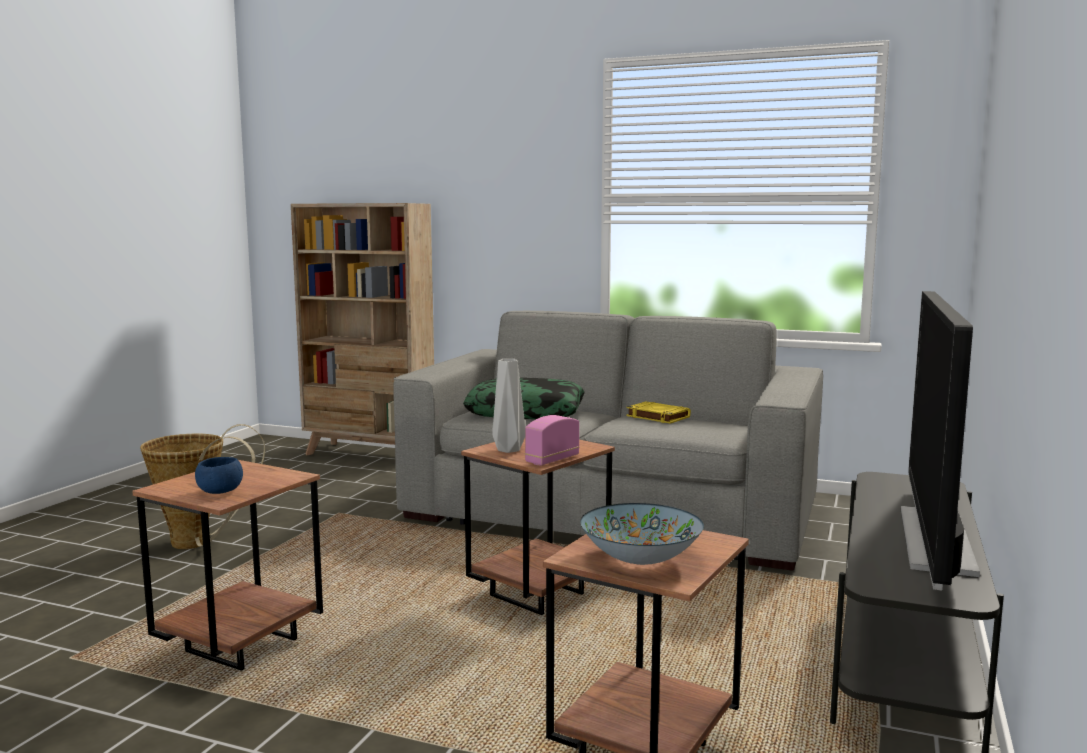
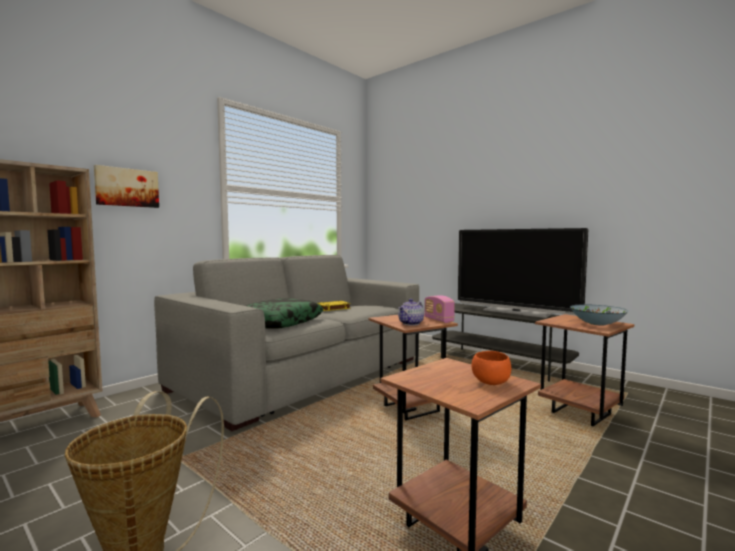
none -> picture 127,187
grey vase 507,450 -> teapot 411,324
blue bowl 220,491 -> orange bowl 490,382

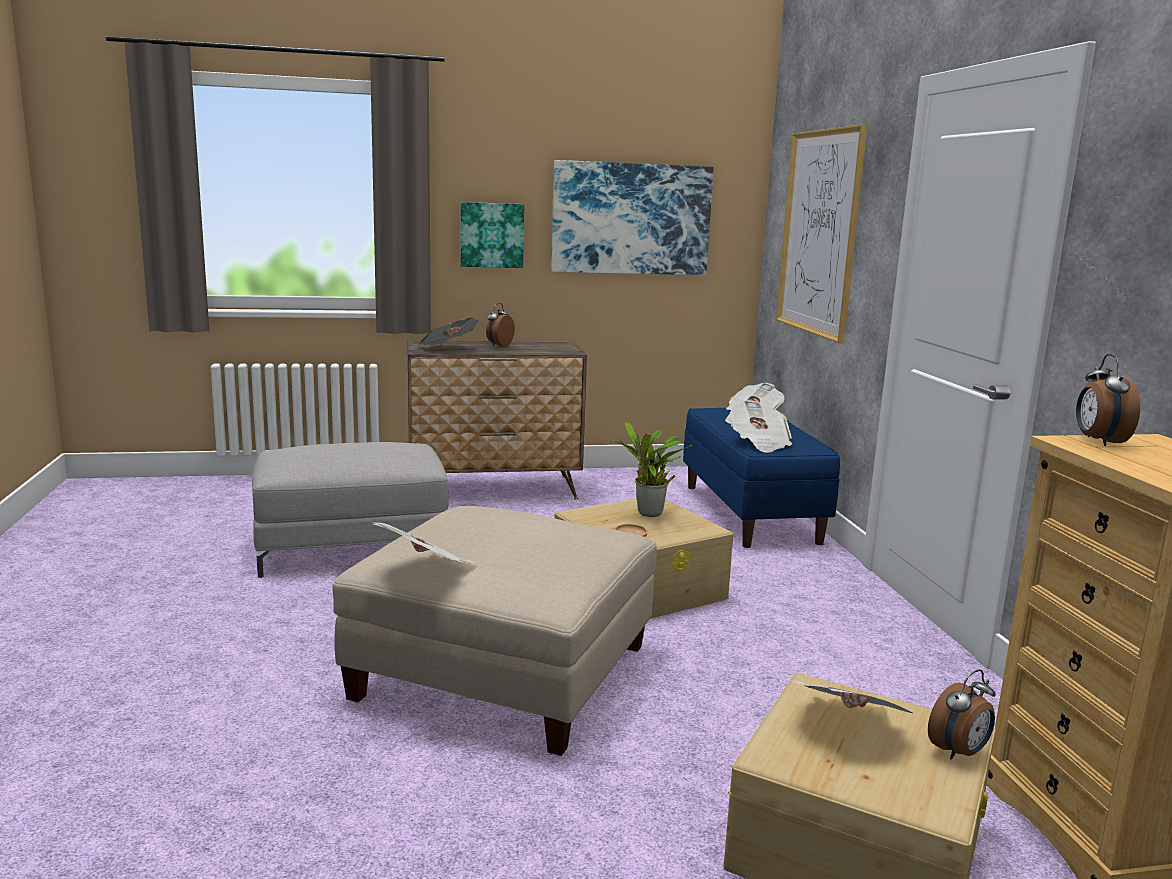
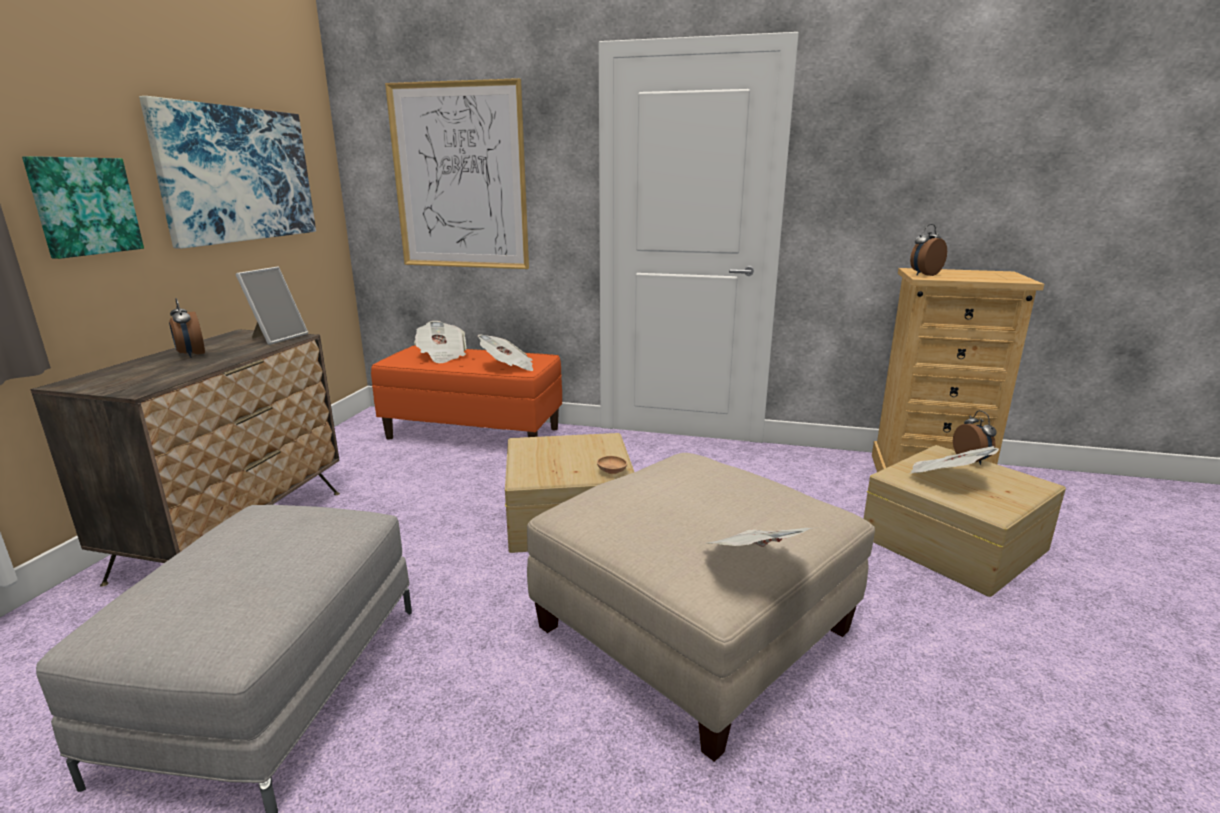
newspaper 448,348 -> none
potted plant 648,514 -> none
none -> picture frame 277,338
blue bench 751,513 -> orange bench 474,433
alarm clock 1098,441 -> alarm clock 923,275, 120 degrees clockwise

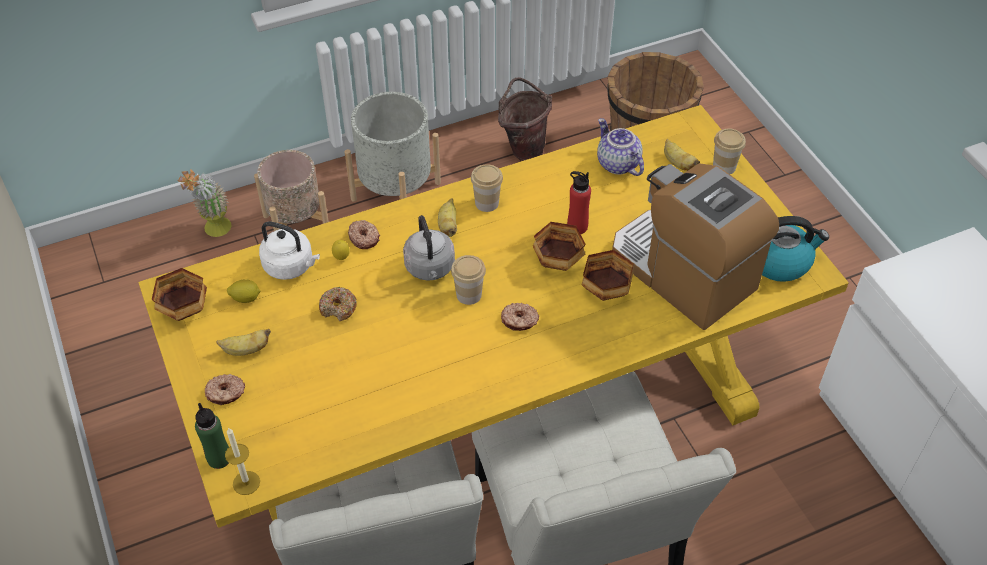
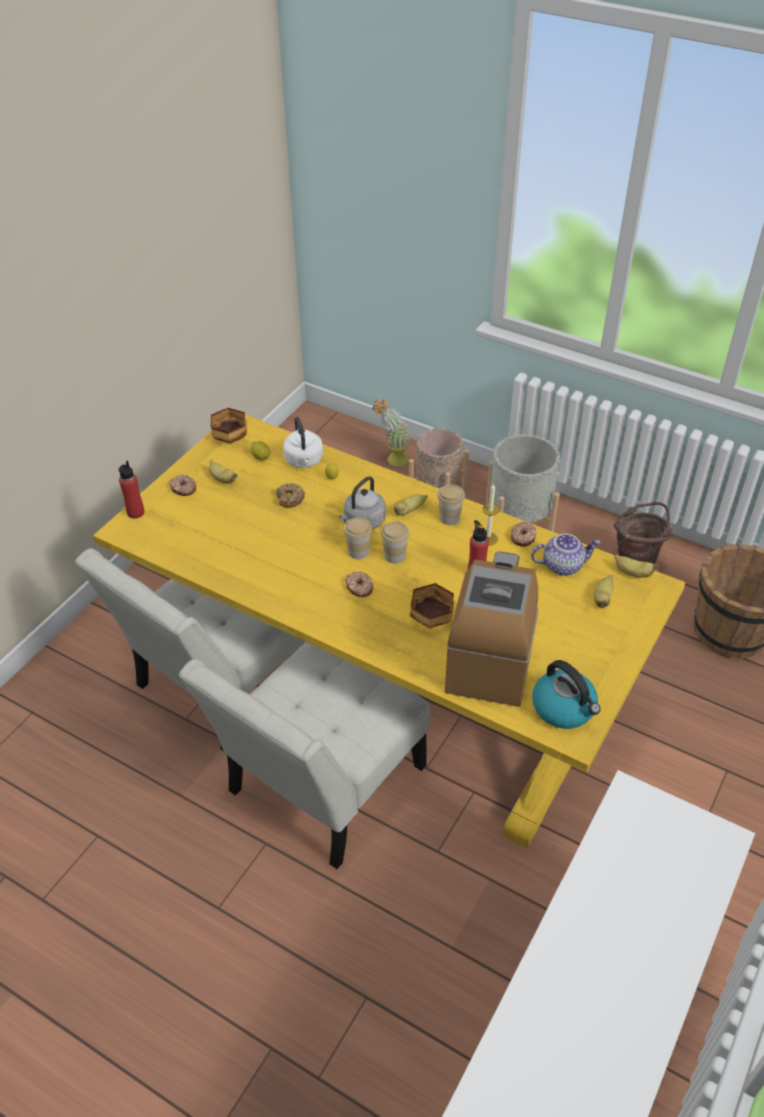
bowl 556,260 -> none
none -> banana 632,573
candle 246,483 -> candle 488,538, shifted
donut 364,238 -> donut 523,537, shifted
cup 724,167 -> cup 395,556, shifted
green bottle 219,458 -> red bottle 135,512
teapot 617,164 -> teapot 562,565, 60 degrees clockwise

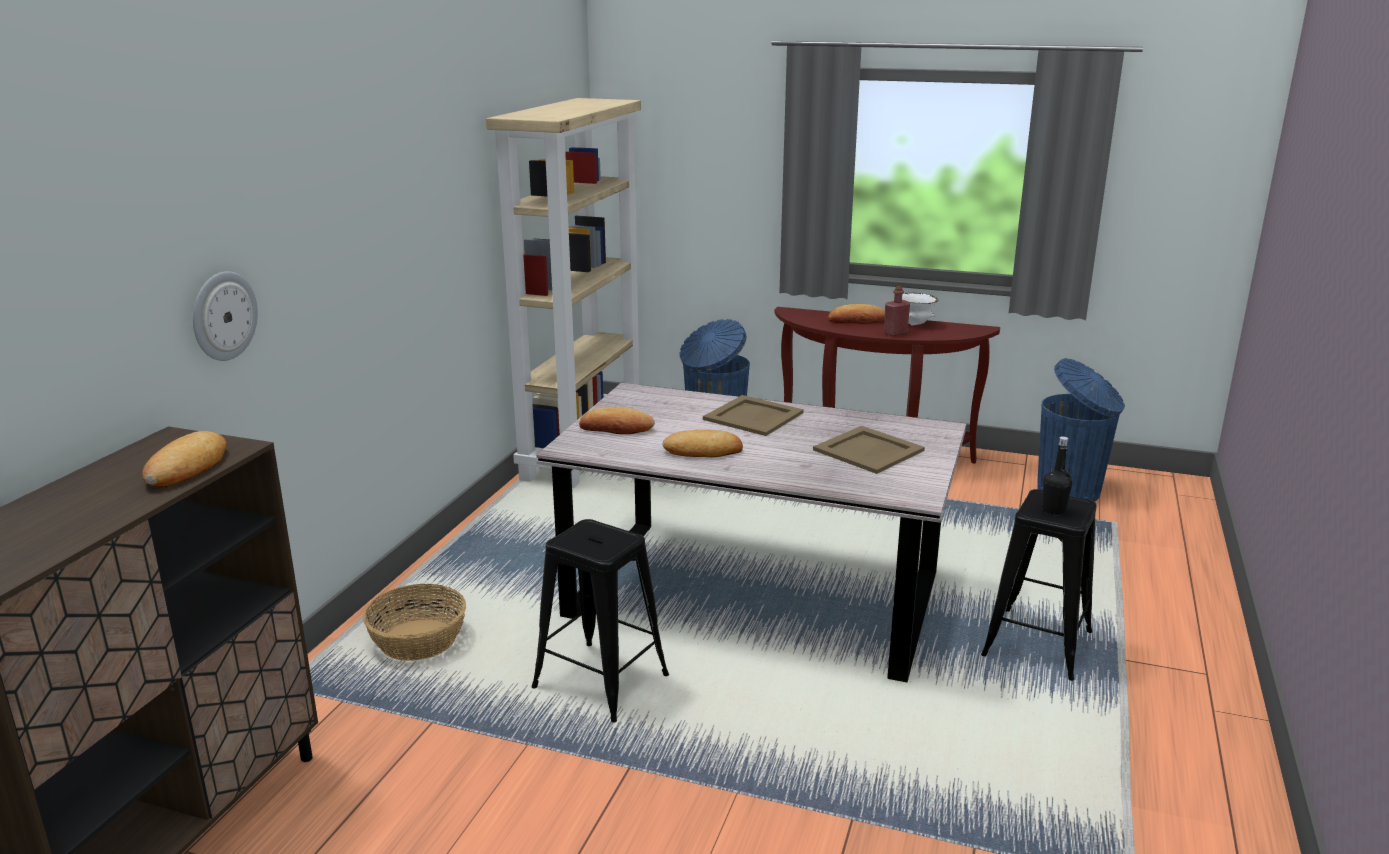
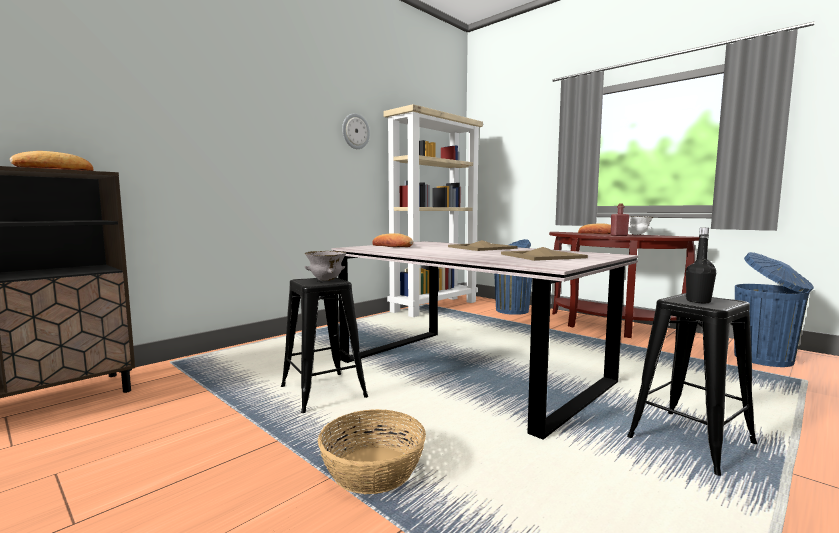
bread 703,450 -> none
none -> grey bowl 326,280
wall clock 223,316 -> wall clock 355,131, shifted
basket 417,640 -> basket 372,470, shifted

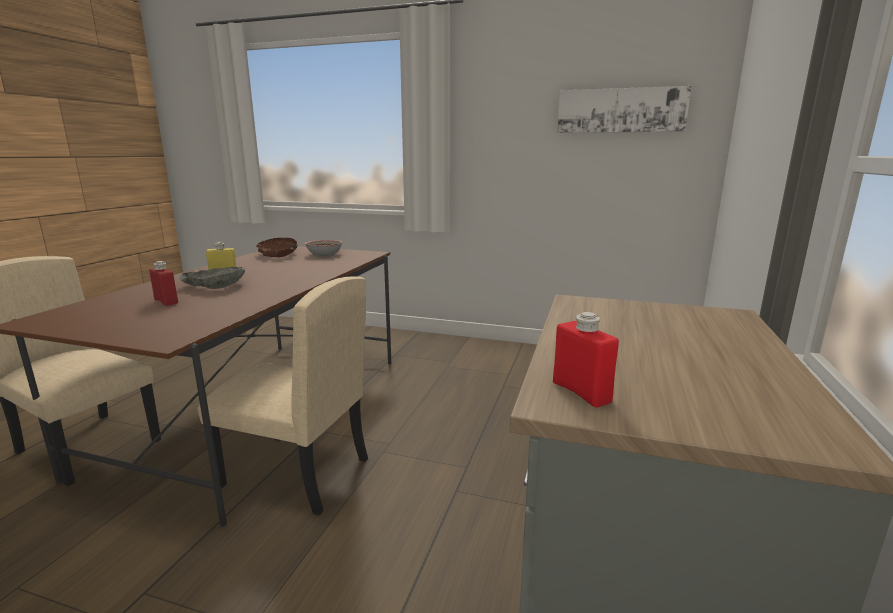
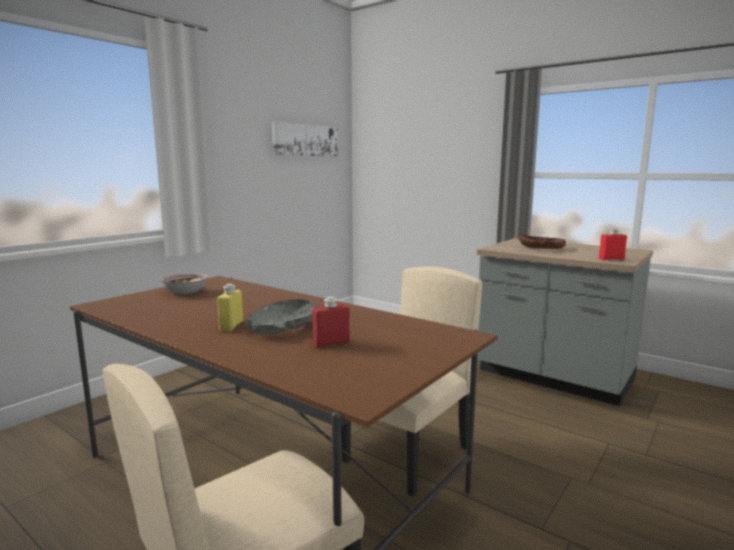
brown bowl 278,255 -> brown bowl 540,249, shifted

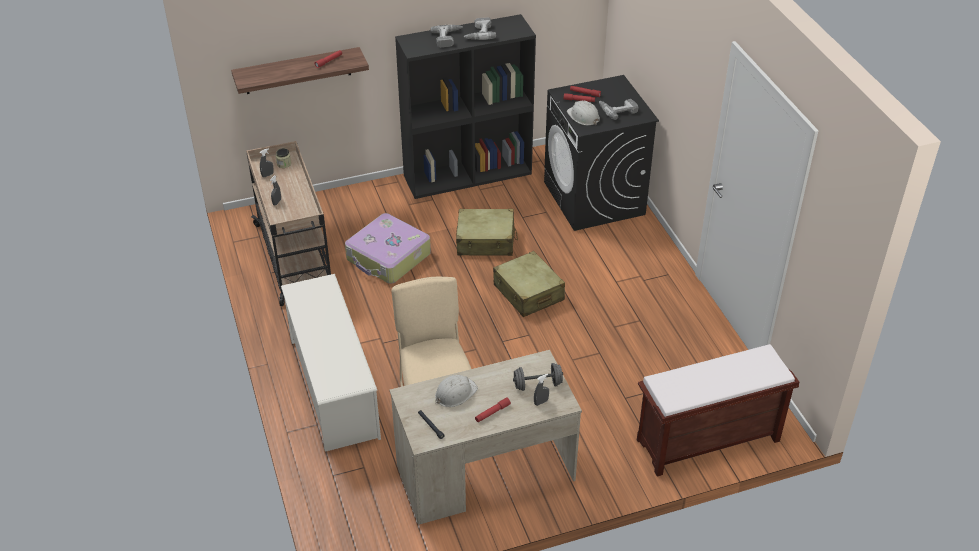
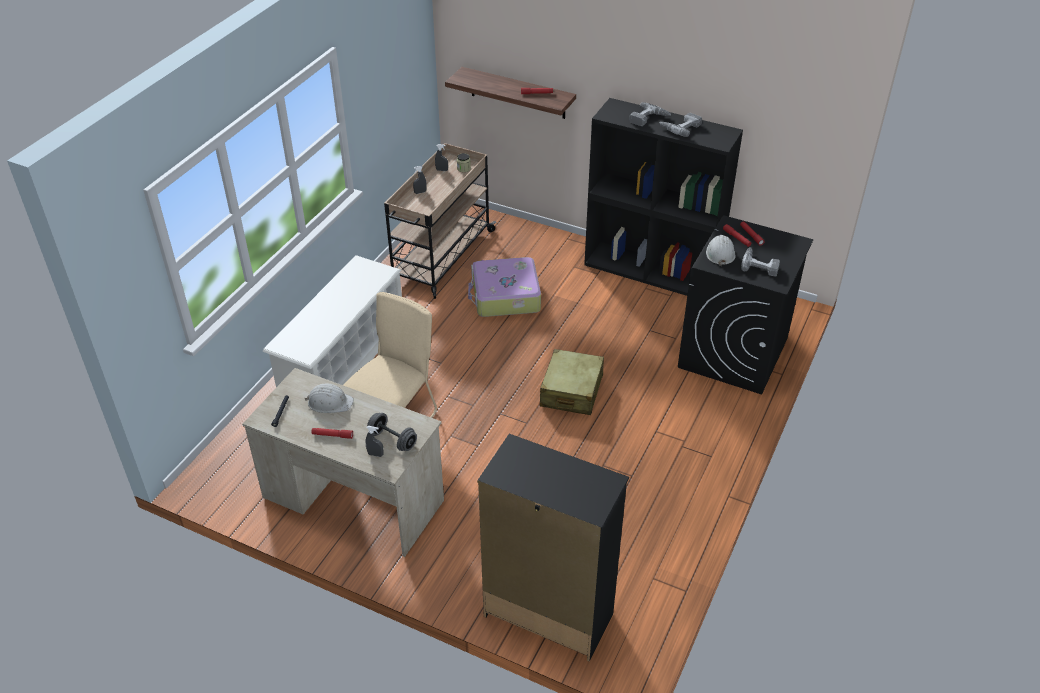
beige suitcase 486,241 -> none
brown bench 707,441 -> black dresser 548,613

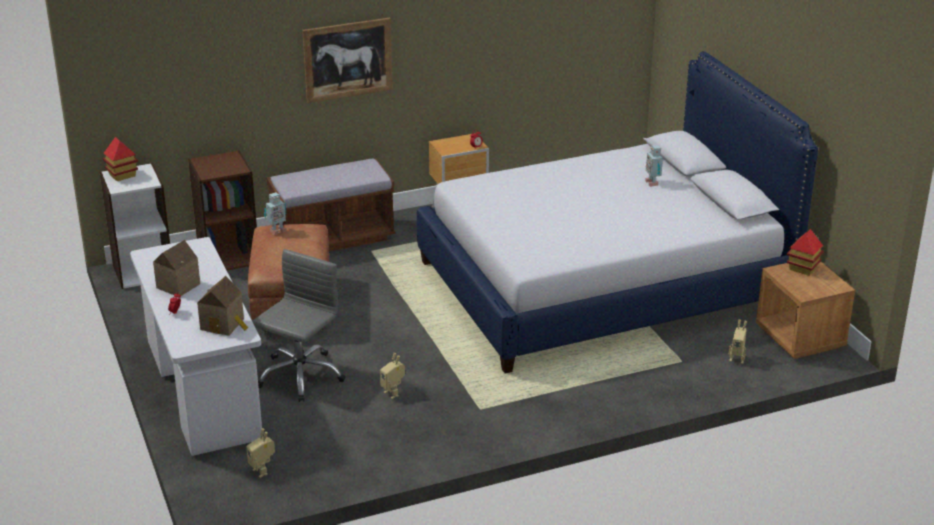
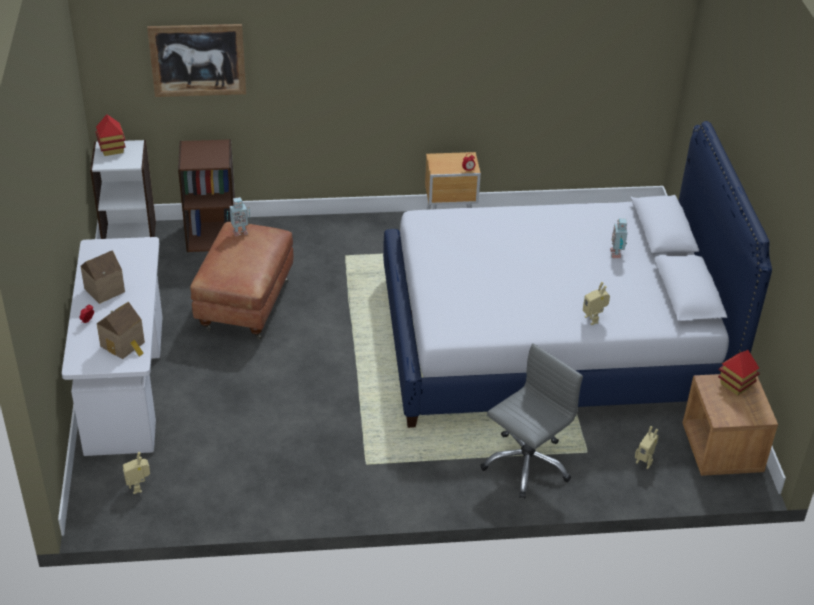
brown bench 333,238 -> none
grey office chair 300,375 -> grey office chair 526,464, shifted
picture 348,59 -> picture 197,60, shifted
toy robot 393,393 -> toy robot 593,319, shifted

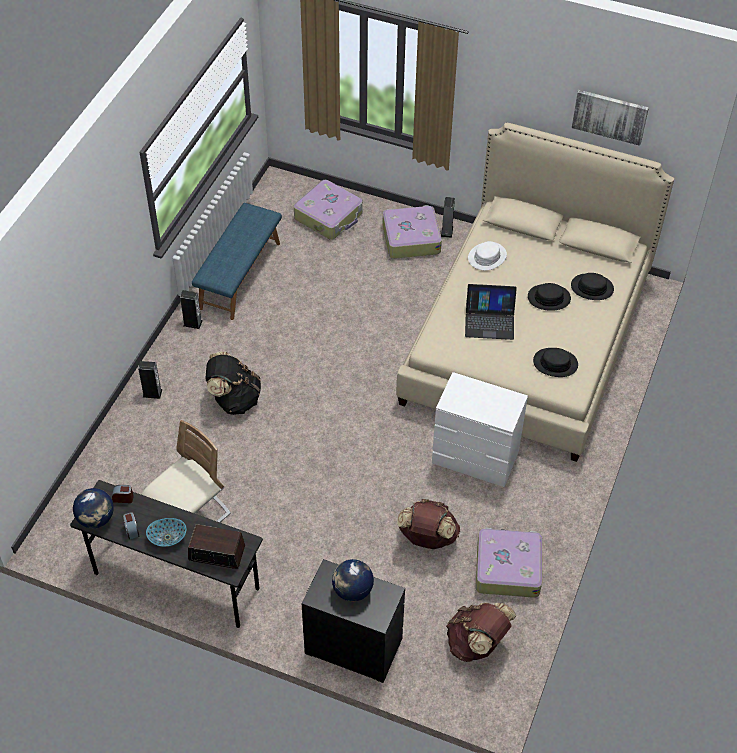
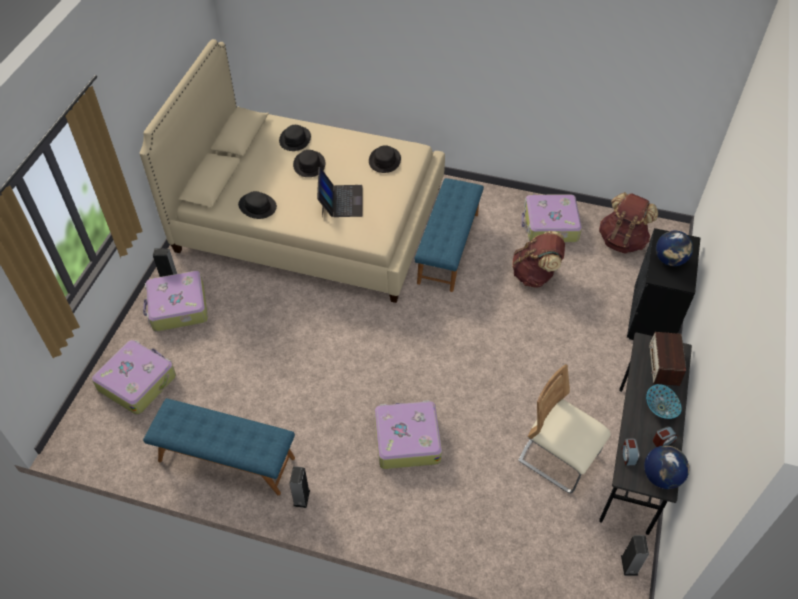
picture 610,116 -> none
speaker 152,393 -> speaker 629,565, shifted
black backpack 234,399 -> suitcase 406,439
white dresser 475,458 -> blue bench 447,247
white hat 487,257 -> black hat 257,206

